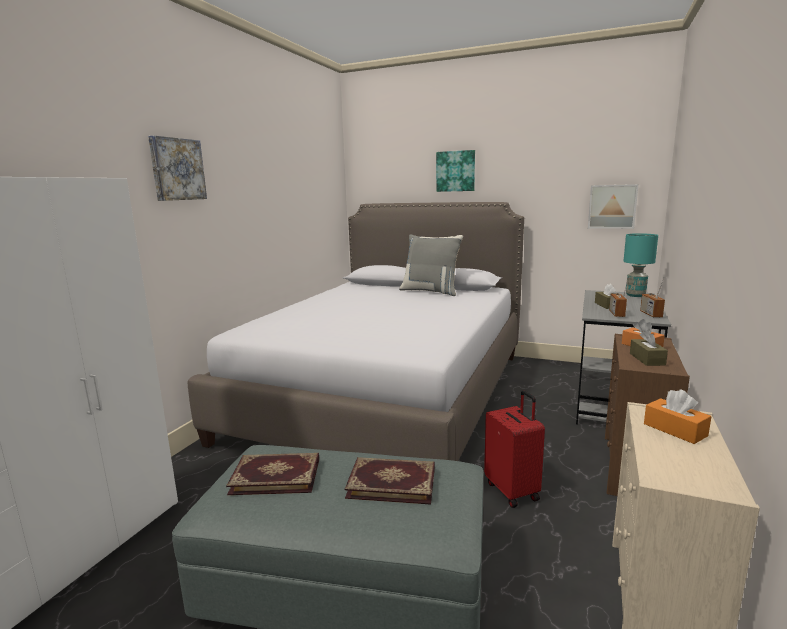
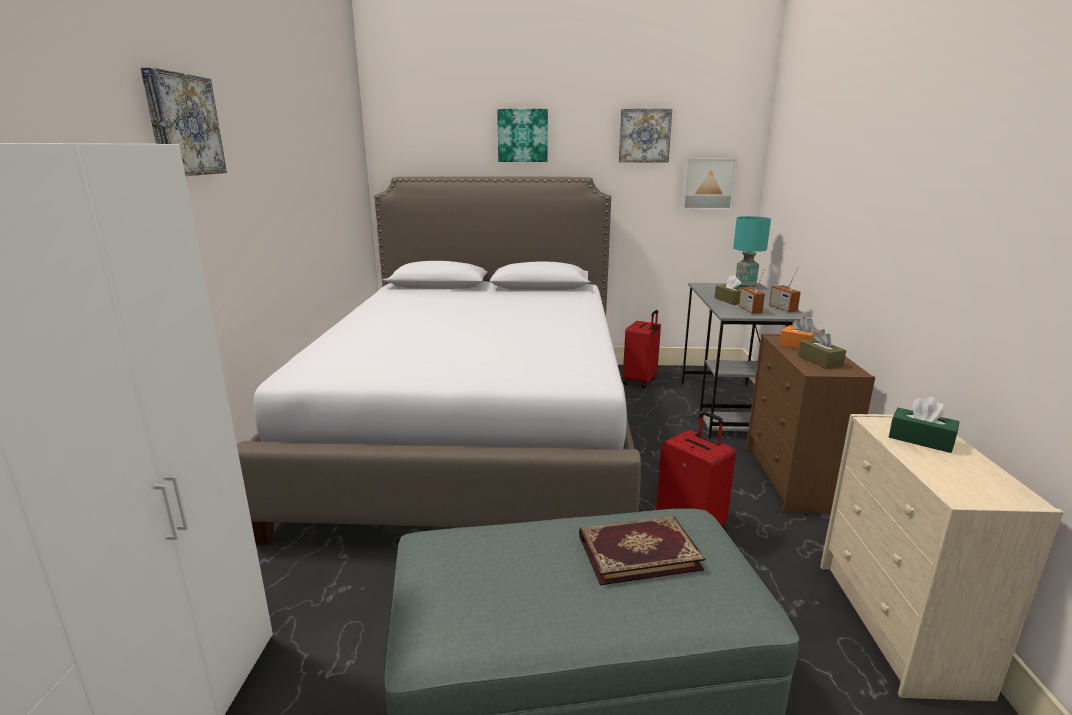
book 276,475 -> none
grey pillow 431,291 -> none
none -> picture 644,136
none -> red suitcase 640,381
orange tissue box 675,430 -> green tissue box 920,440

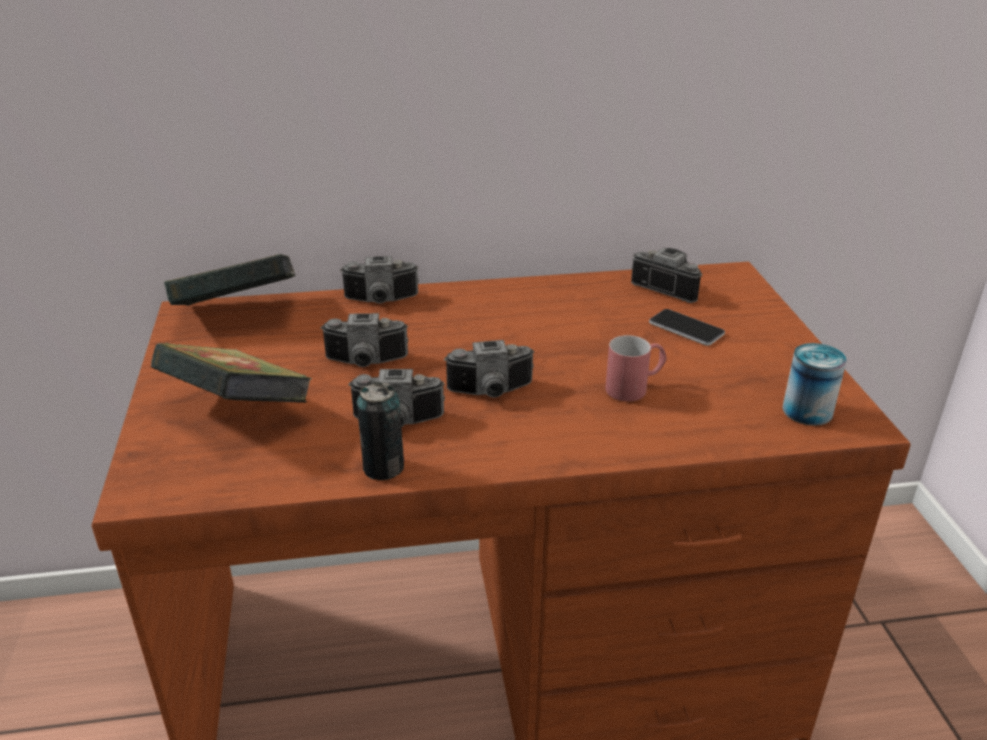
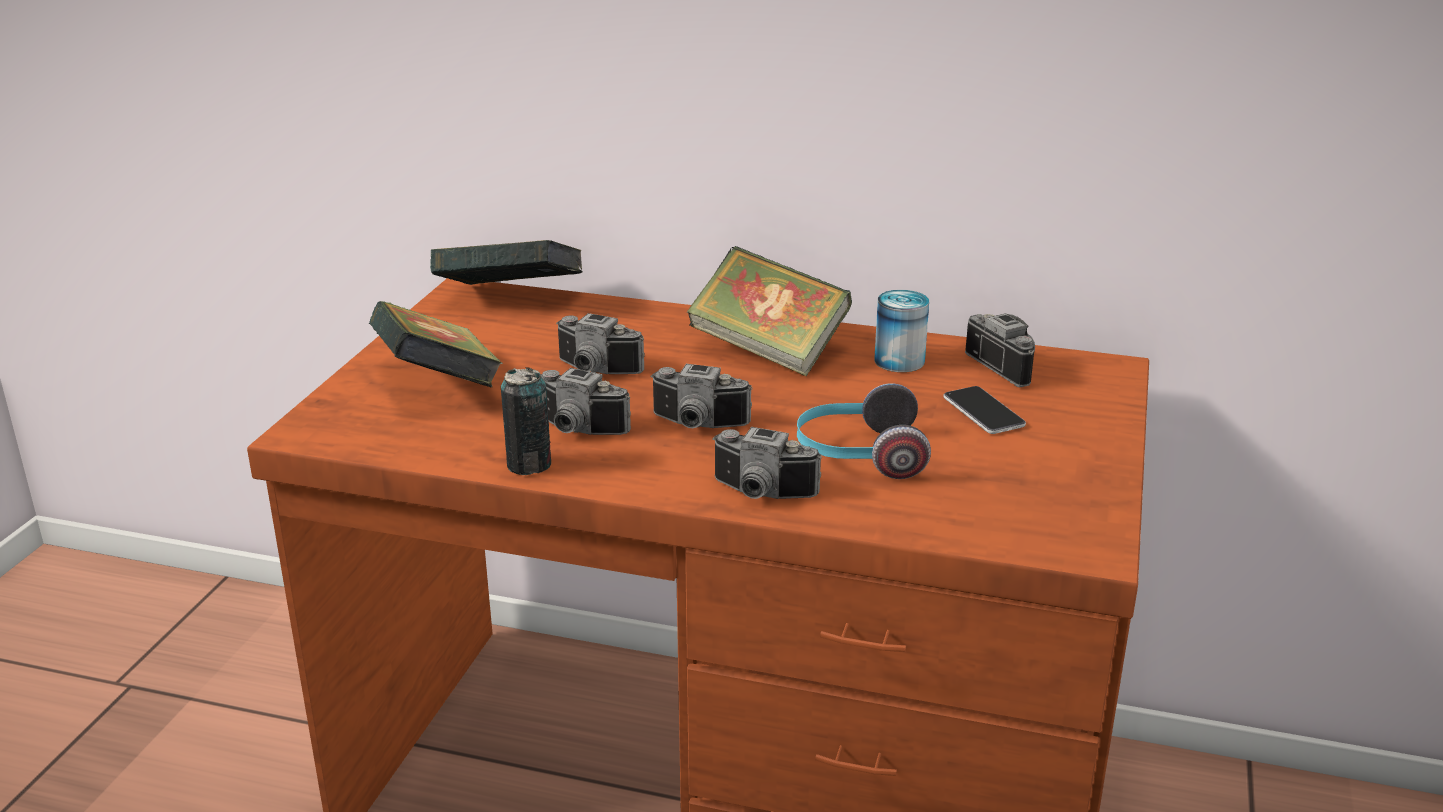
none -> book 768,350
photo camera 381,301 -> photo camera 760,494, shifted
can 807,411 -> can 899,361, shifted
red mug 635,387 -> headphones 859,455

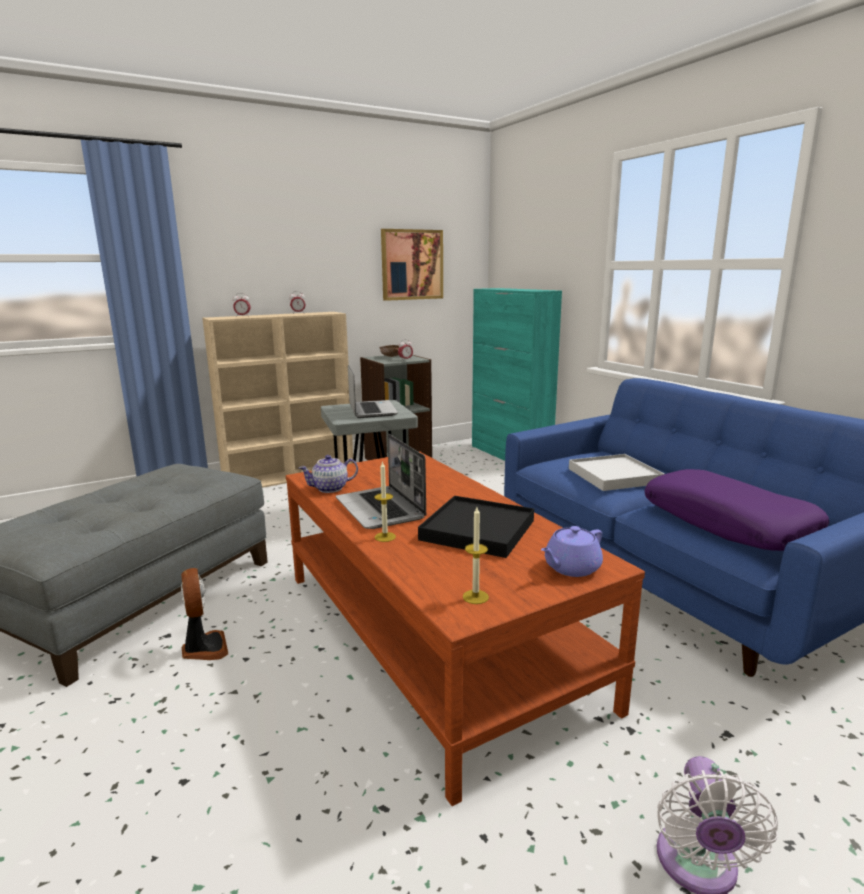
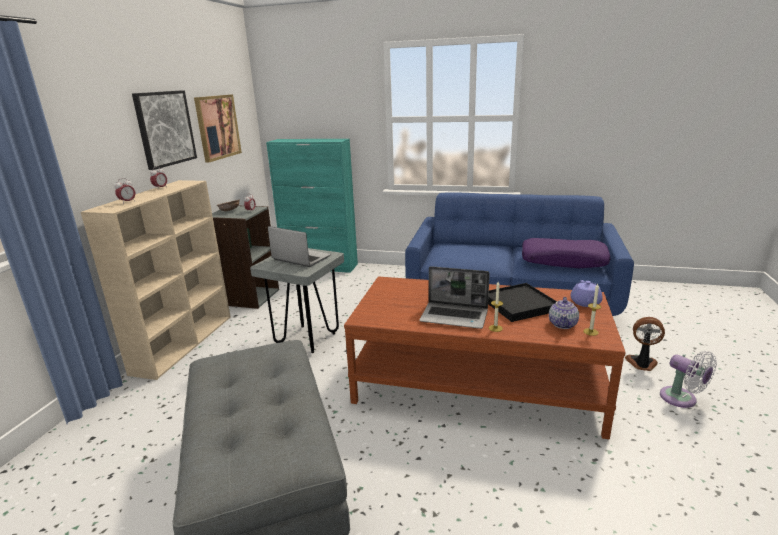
white tray 614,476 -> none
none -> picture 165,128
fan 204,648 -> fan 641,364, shifted
teapot 330,488 -> teapot 563,324, shifted

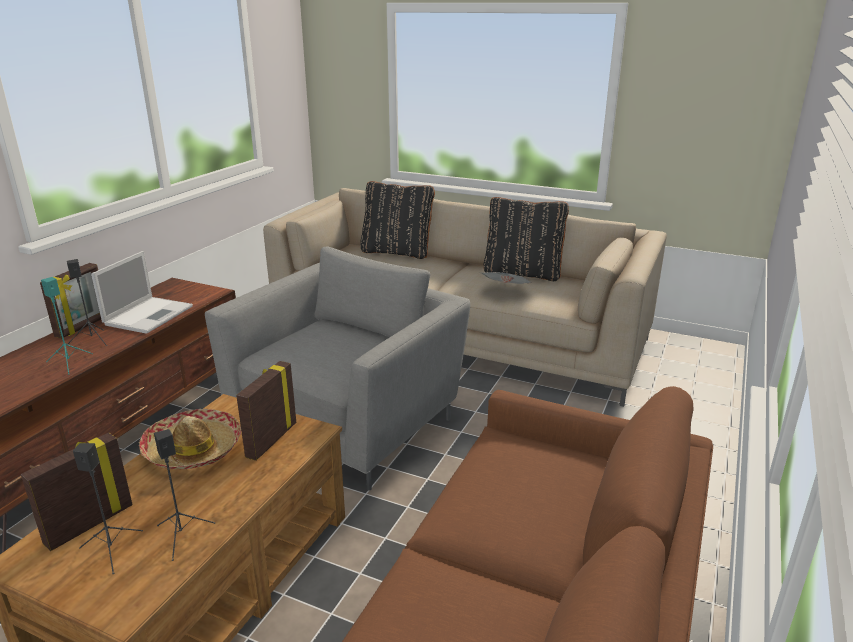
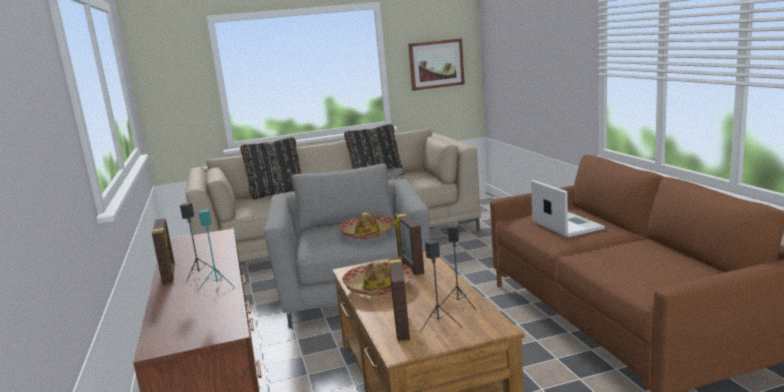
none -> hat 367,233
none -> picture 436,64
laptop 149,315 -> laptop 566,225, shifted

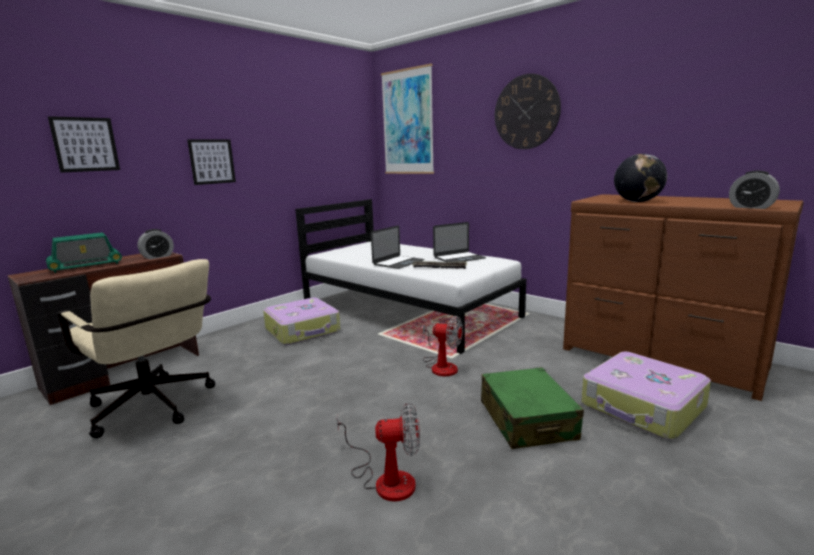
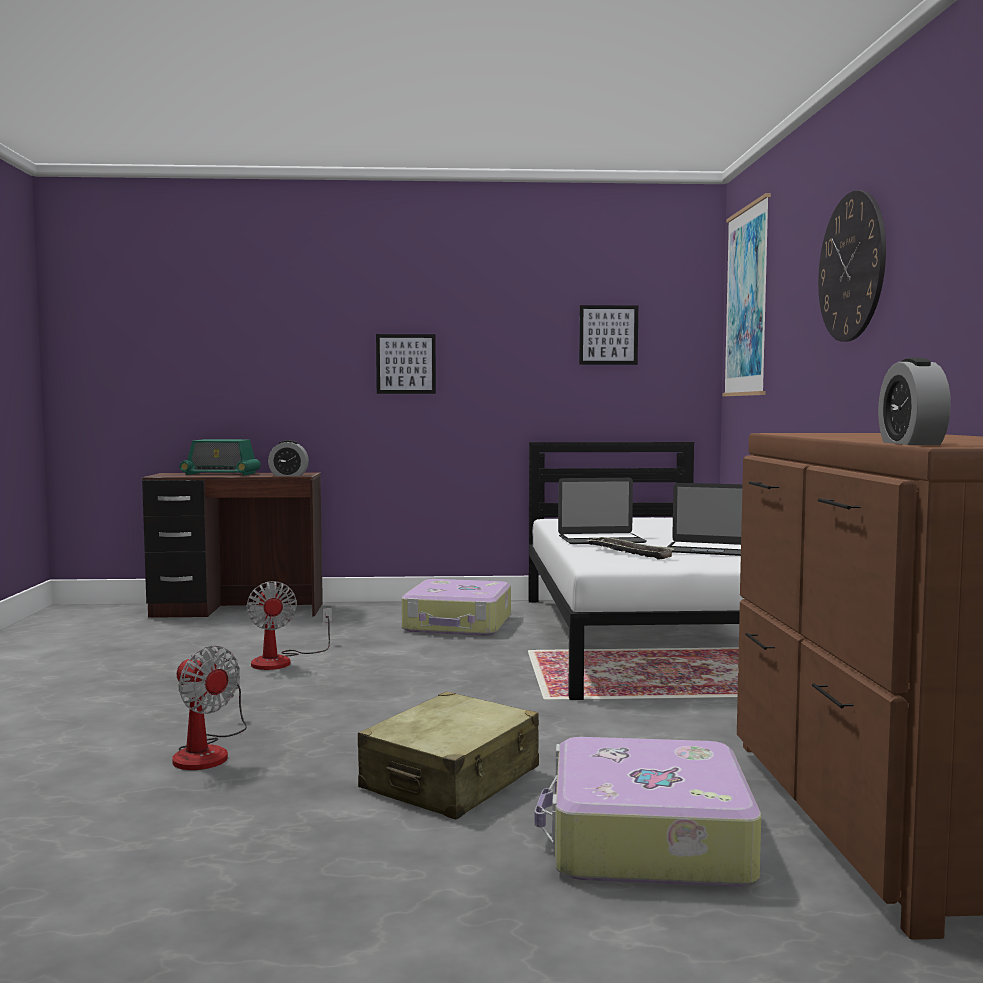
beige office chair 156,409 -> none
globe 637,201 -> none
picture 85,144 -> picture 608,335, shifted
fan 441,365 -> fan 281,660, shifted
green suitcase 527,420 -> beige suitcase 451,779

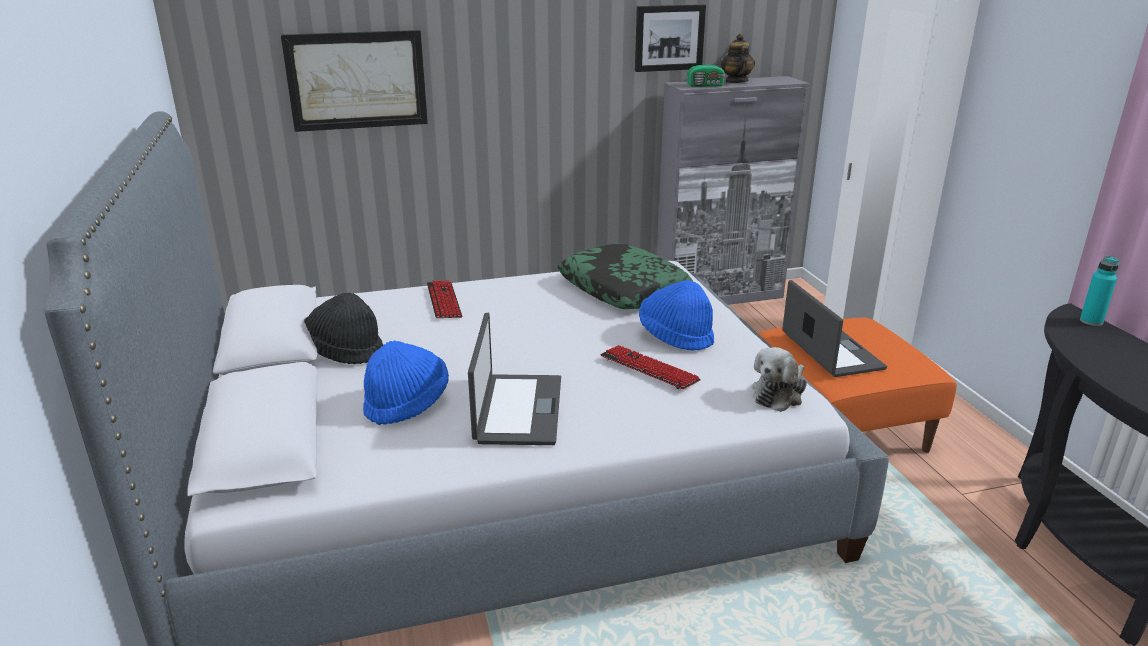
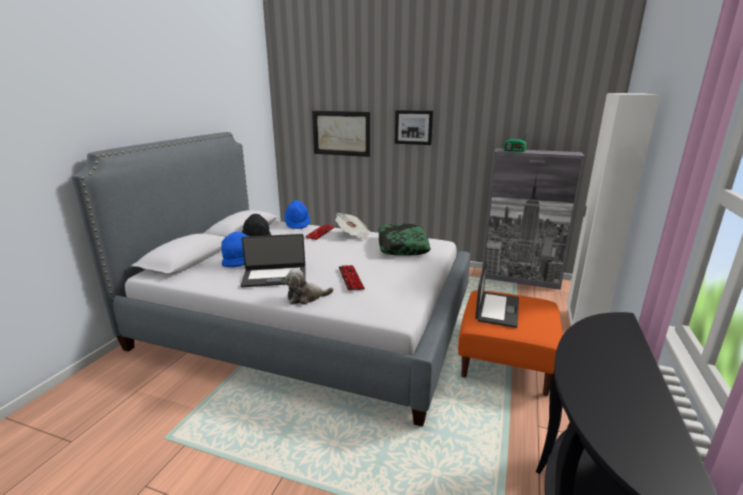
teapot 736,81 -> none
turquoise bottle 1091,321 -> none
none -> newspaper 353,235
picture 669,38 -> picture 413,127, shifted
blue hat 675,336 -> blue hat 297,224, shifted
plush toy 779,394 -> plush toy 306,297, shifted
laptop 517,410 -> laptop 274,276, 45 degrees clockwise

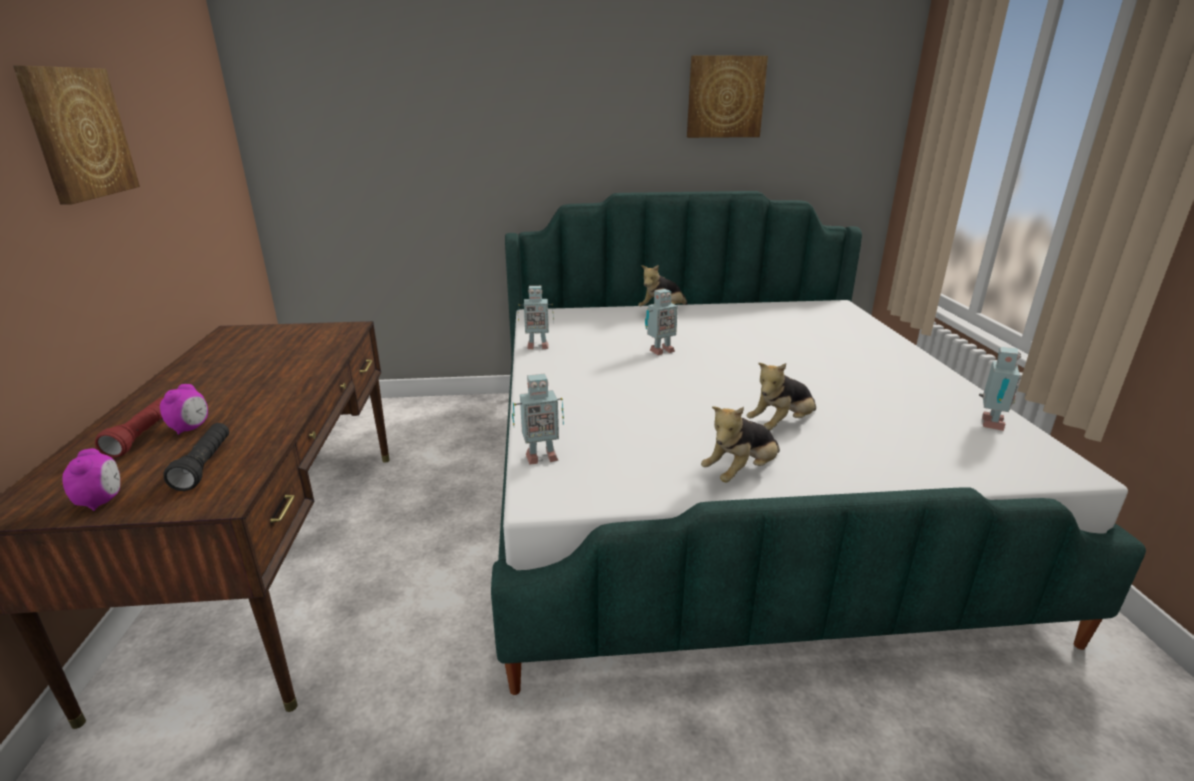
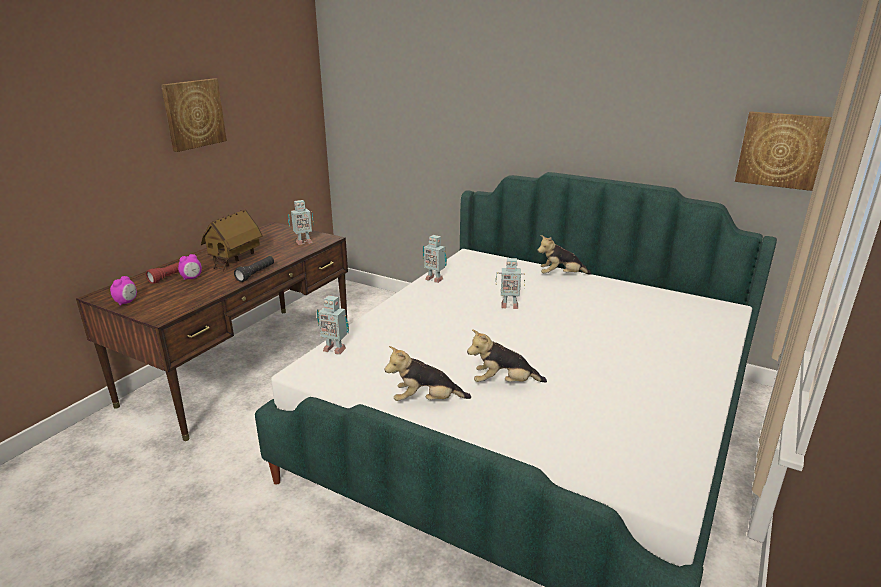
none -> toy house 235,259
black flashlight 205,466 -> black flashlight 256,274, shifted
picture 725,97 -> picture 781,150, shifted
toy robot 989,424 -> toy robot 303,242, shifted

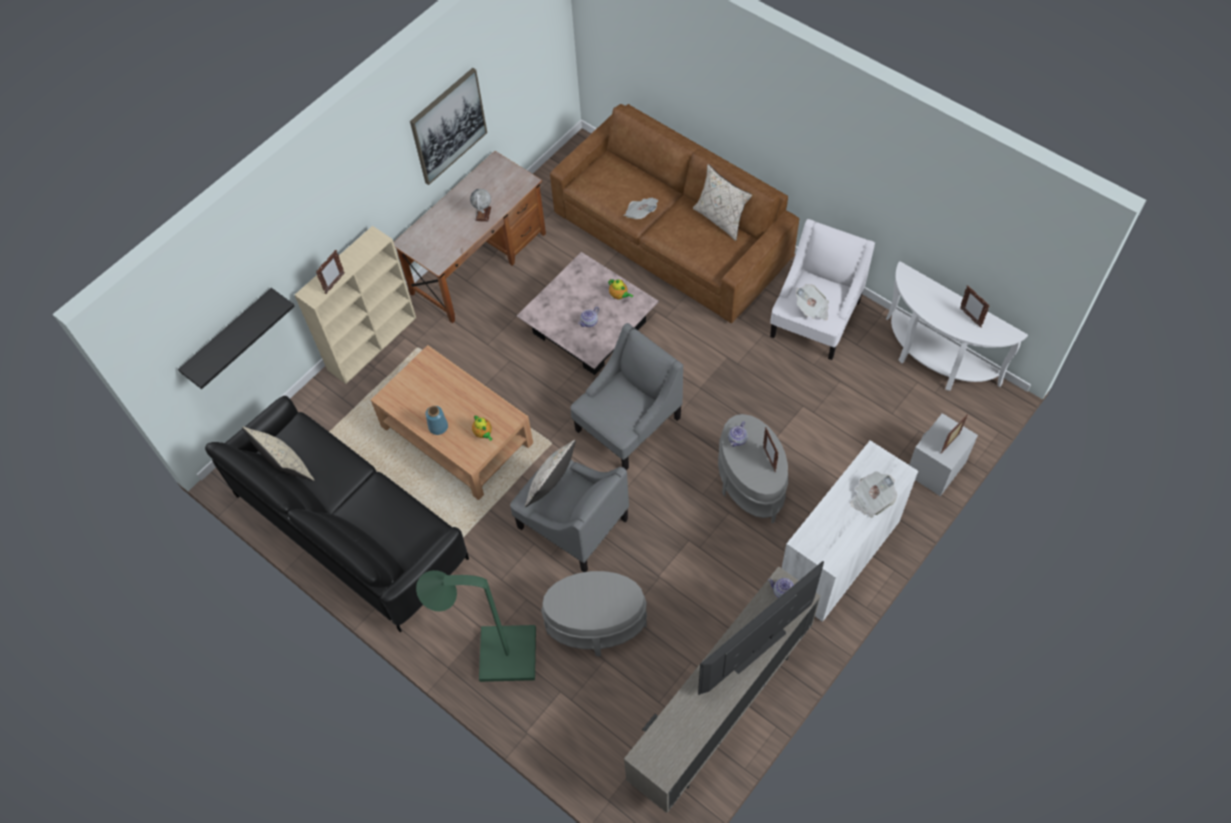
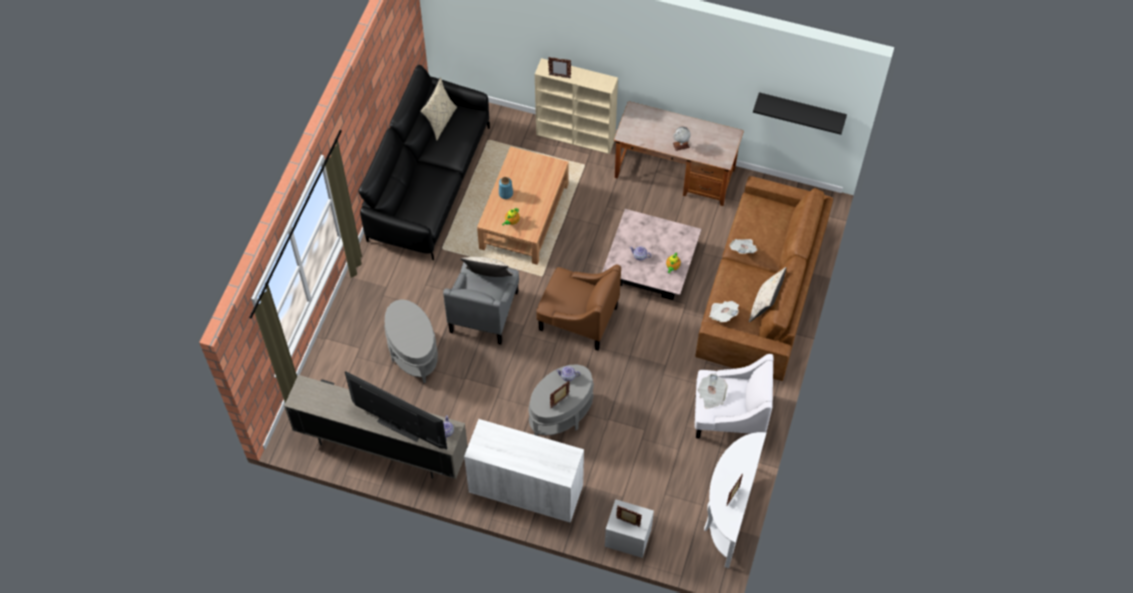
picture 448,126 -> none
green floor lamp 496,654 -> none
black shelf 229,336 -> black shelf 801,109, shifted
newspaper 871,499 -> newspaper 722,314, shifted
grey armchair 628,424 -> brown armchair 578,318

